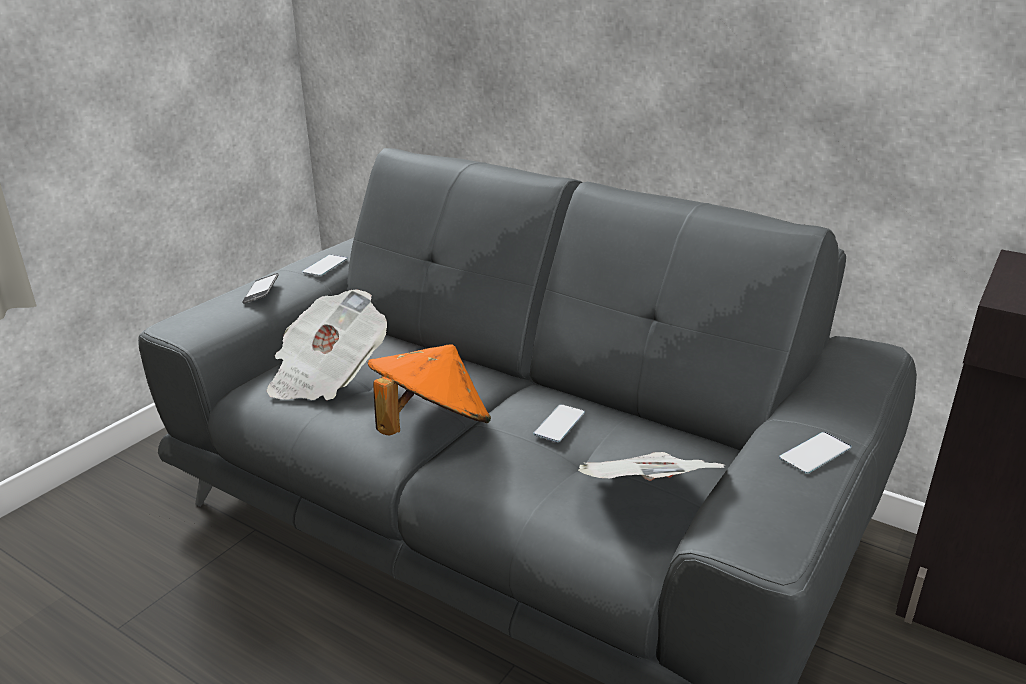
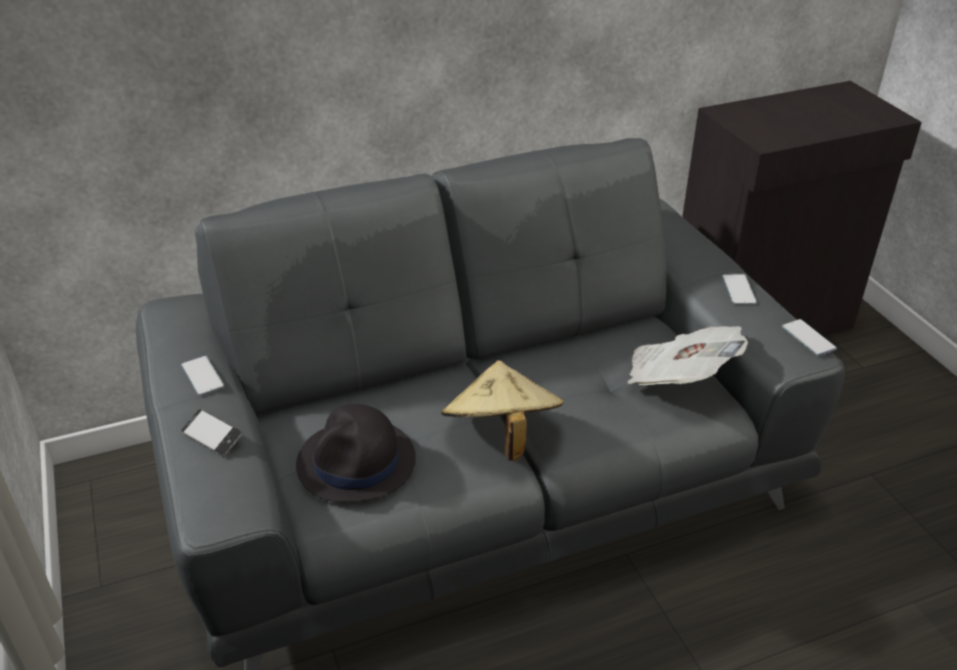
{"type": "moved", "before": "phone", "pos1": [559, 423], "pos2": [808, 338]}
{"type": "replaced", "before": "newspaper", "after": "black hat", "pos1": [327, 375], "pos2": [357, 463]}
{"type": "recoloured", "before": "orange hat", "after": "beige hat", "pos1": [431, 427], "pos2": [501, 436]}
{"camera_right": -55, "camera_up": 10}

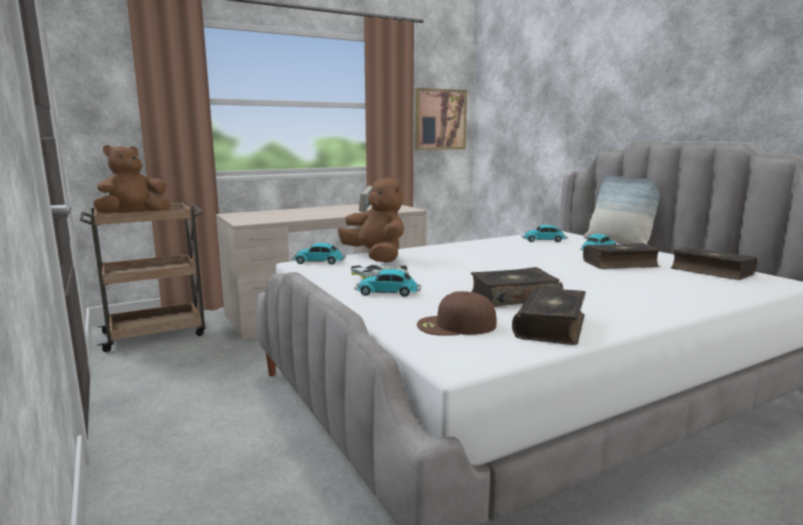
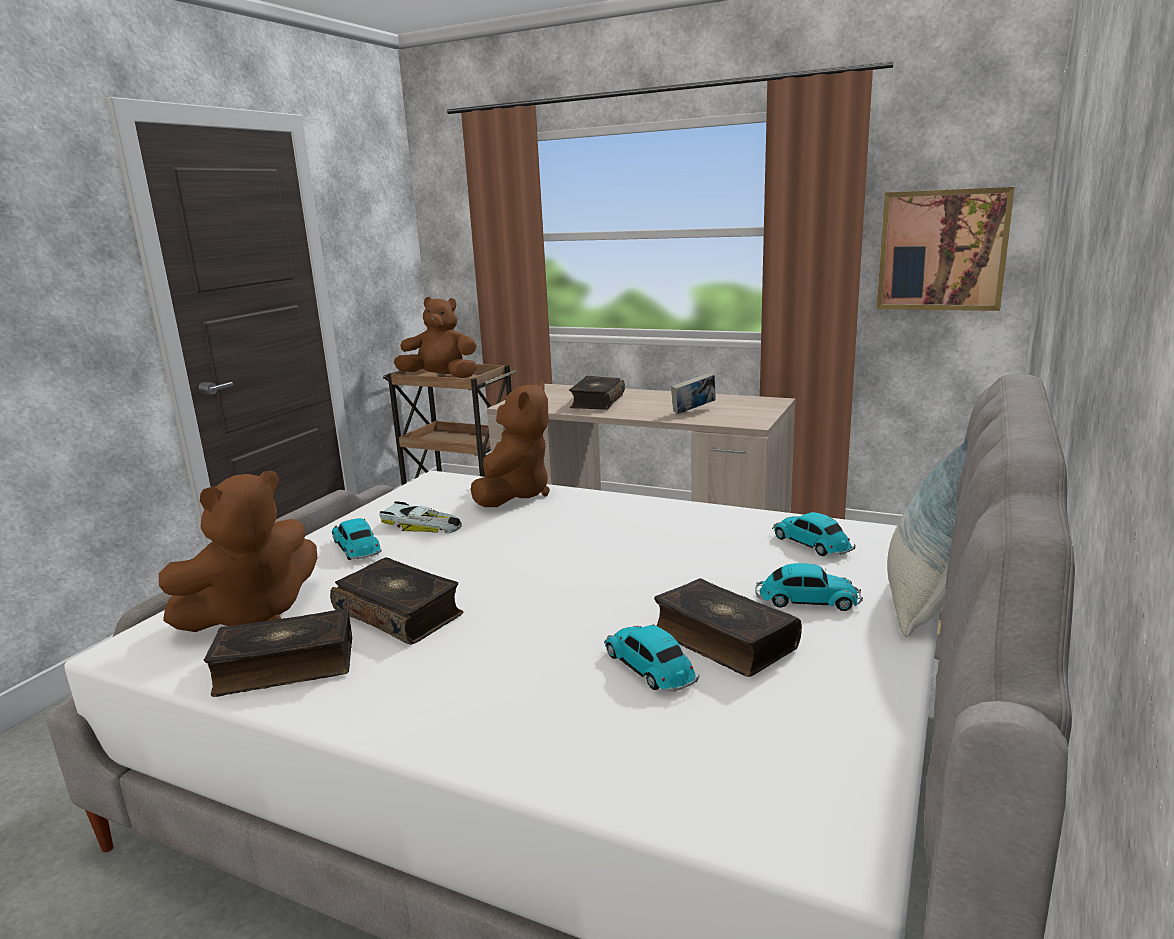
{"type": "moved", "before": "toy car", "pos1": [320, 262], "pos2": [650, 668]}
{"type": "moved", "before": "book", "pos1": [710, 272], "pos2": [596, 402]}
{"type": "replaced", "before": "brown cap", "after": "brown plush toy", "pos1": [455, 325], "pos2": [253, 614]}
{"camera_right": 55, "camera_up": 5}

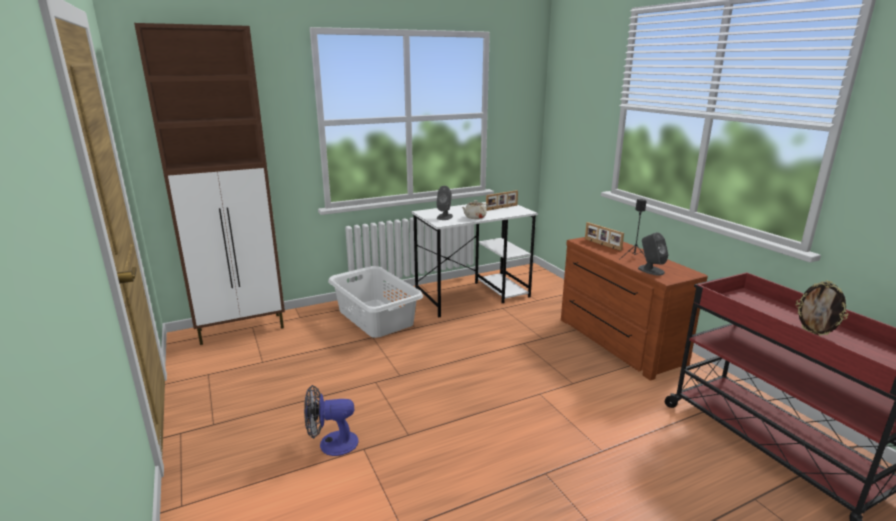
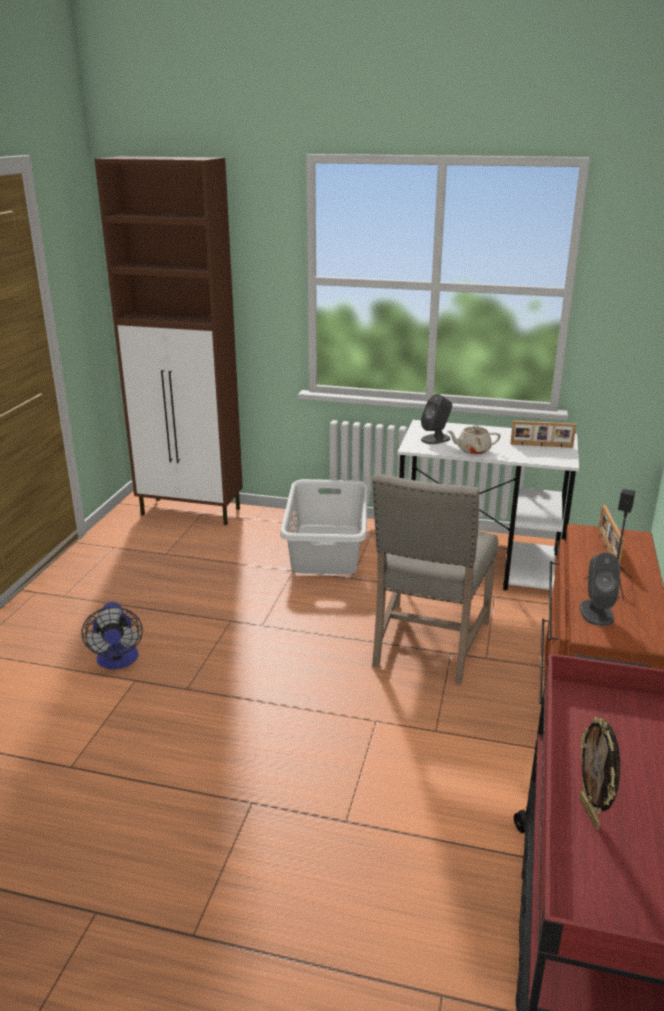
{"type": "added", "after": "beige chair", "pos2": [428, 644]}
{"type": "turned", "before": "fan", "pos1": [331, 444], "pos2": [118, 661], "turn": -135}
{"camera_right": 40, "camera_up": 5}

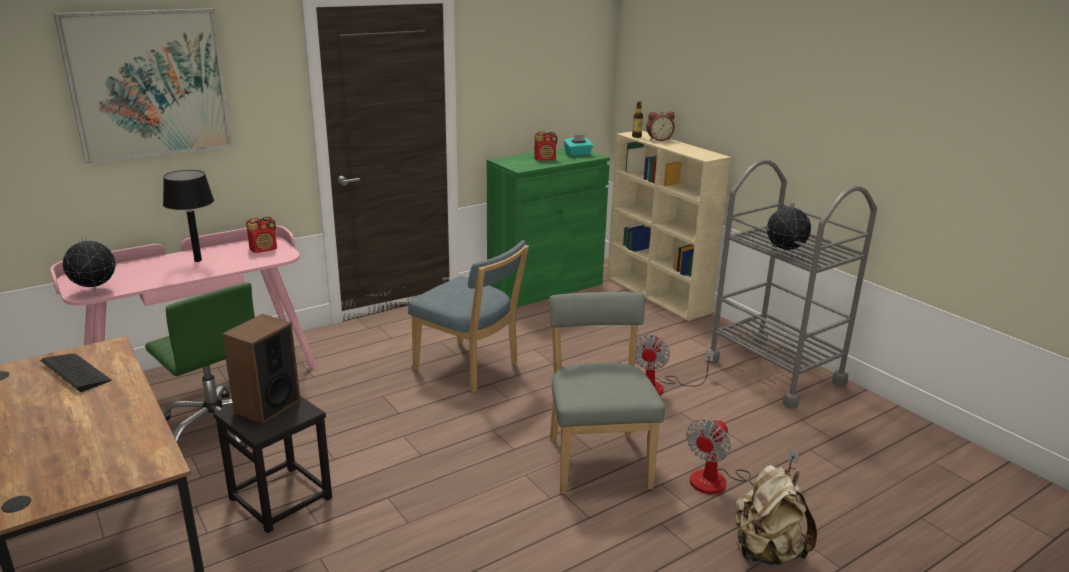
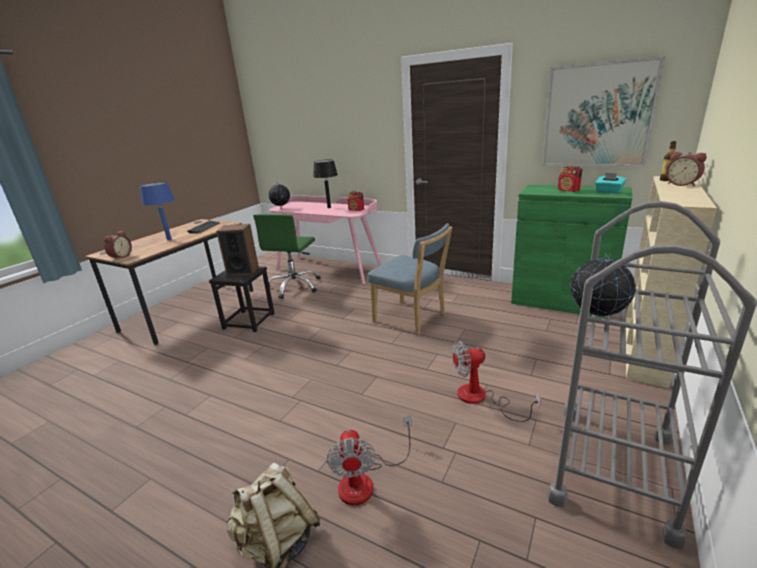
{"type": "removed", "before": "grey chair", "pos1": [597, 459]}
{"type": "added", "after": "alarm clock", "pos2": [120, 257]}
{"type": "added", "after": "blue table lamp", "pos2": [169, 239]}
{"type": "moved", "before": "picture", "pos1": [149, 84], "pos2": [597, 116]}
{"type": "turned", "before": "blue chair", "pos1": [470, 368], "pos2": [412, 318], "turn": -60}
{"type": "turned", "before": "fan", "pos1": [722, 482], "pos2": [366, 480], "turn": -105}
{"camera_right": 65, "camera_up": 0}

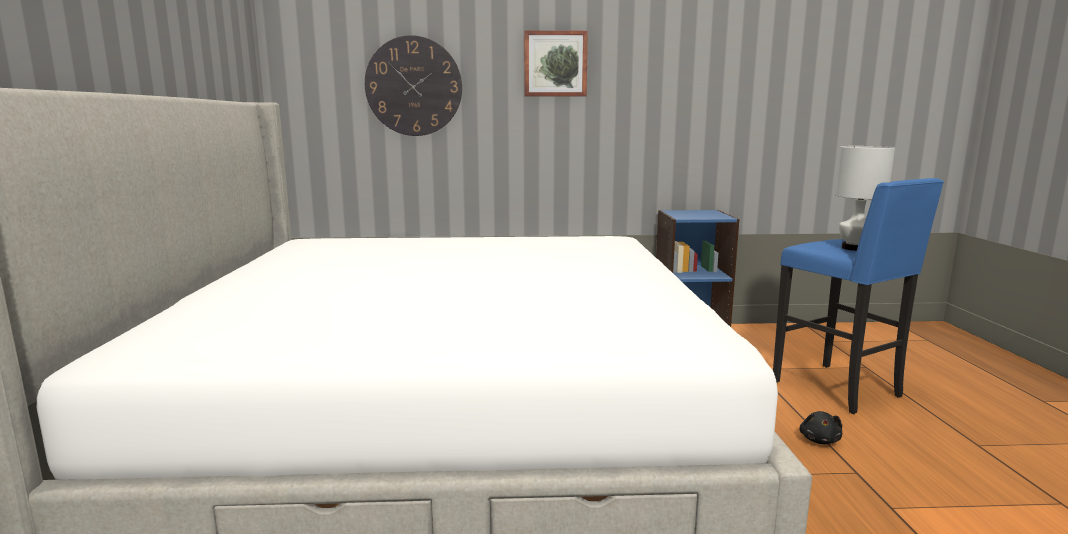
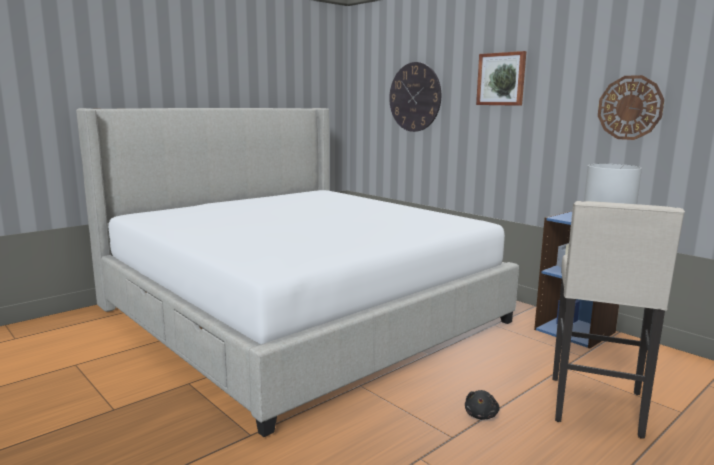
{"type": "added", "after": "wall clock", "pos2": [630, 107]}
{"type": "recoloured", "before": "blue stool", "after": "beige stool", "pos1": [839, 389], "pos2": [597, 408]}
{"type": "turned", "before": "black plush toy", "pos1": [819, 440], "pos2": [481, 415], "turn": -45}
{"camera_right": 50, "camera_up": 0}

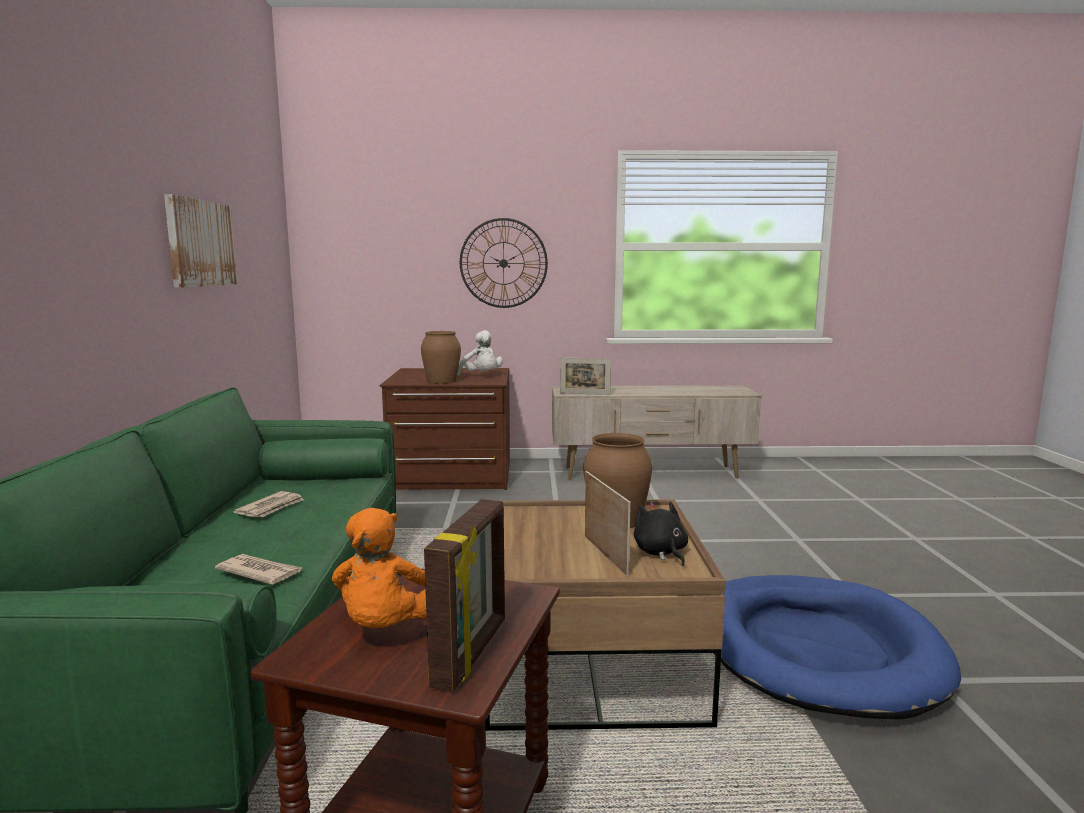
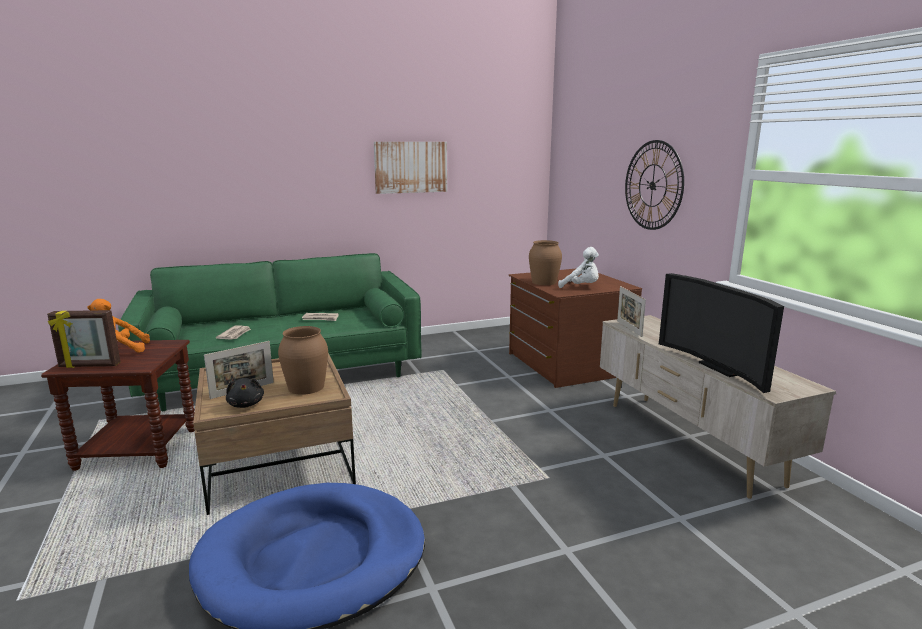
{"type": "added", "after": "television", "pos2": [722, 367]}
{"type": "turned", "before": "white plush toy", "pos1": [481, 376], "pos2": [581, 287], "turn": -90}
{"type": "turned", "before": "black plush toy", "pos1": [661, 553], "pos2": [246, 404], "turn": 105}
{"camera_right": 70, "camera_up": 5}

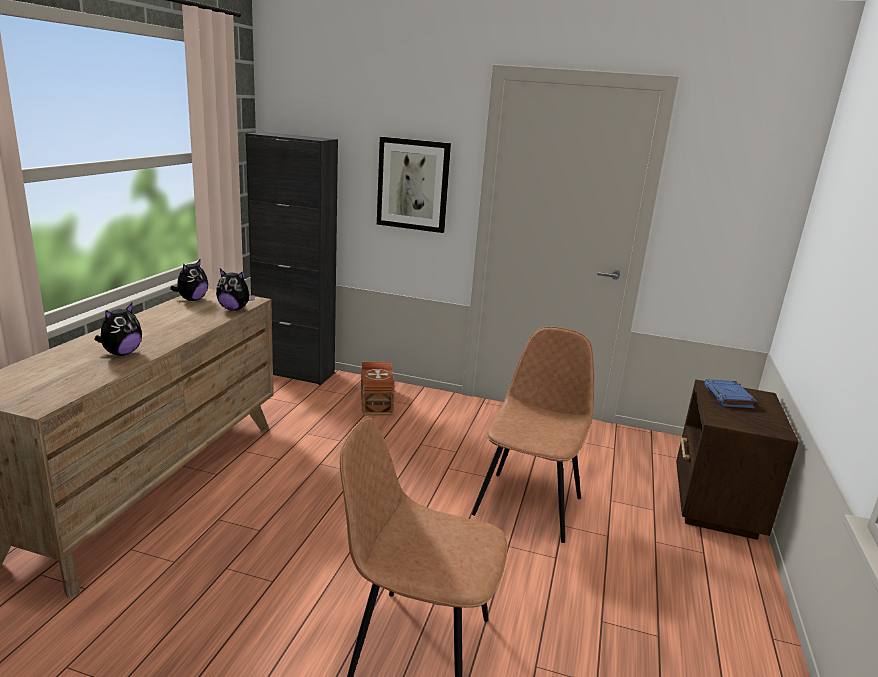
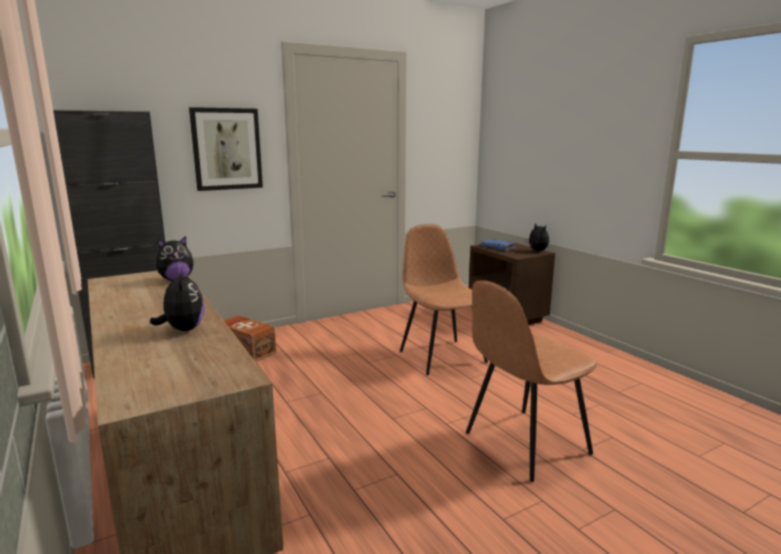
{"type": "moved", "before": "plush toy", "pos1": [192, 299], "pos2": [536, 251]}
{"camera_right": -45, "camera_up": -5}

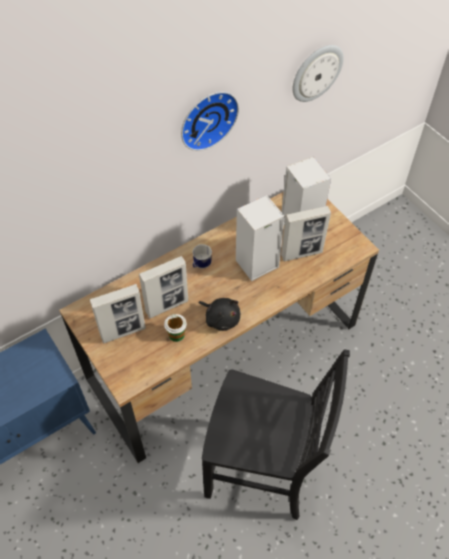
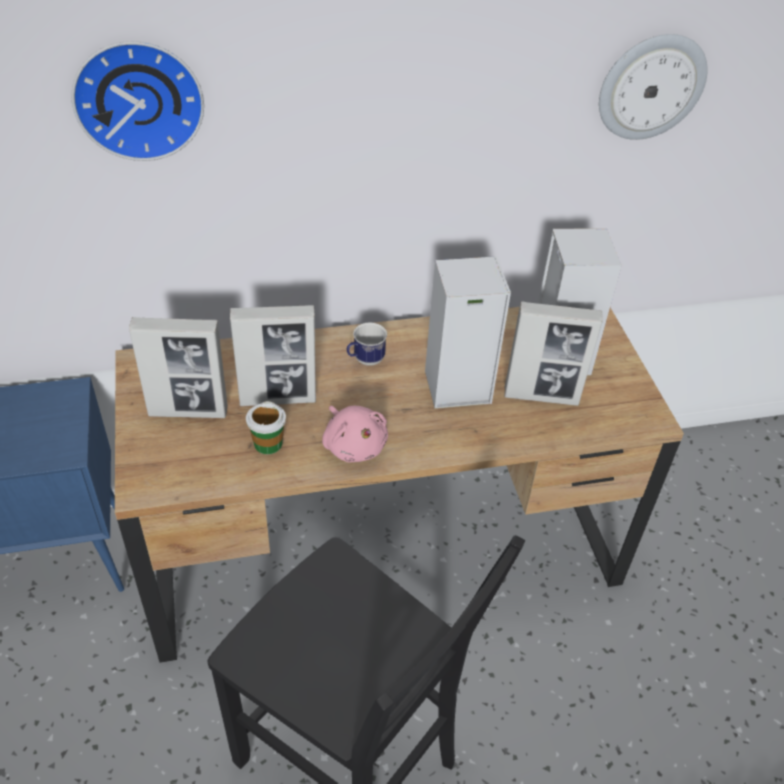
{"type": "moved", "before": "wall clock", "pos1": [207, 118], "pos2": [139, 98]}
{"type": "recoloured", "before": "black plush toy", "after": "pink plush toy", "pos1": [221, 318], "pos2": [354, 445]}
{"camera_right": 20, "camera_up": -10}

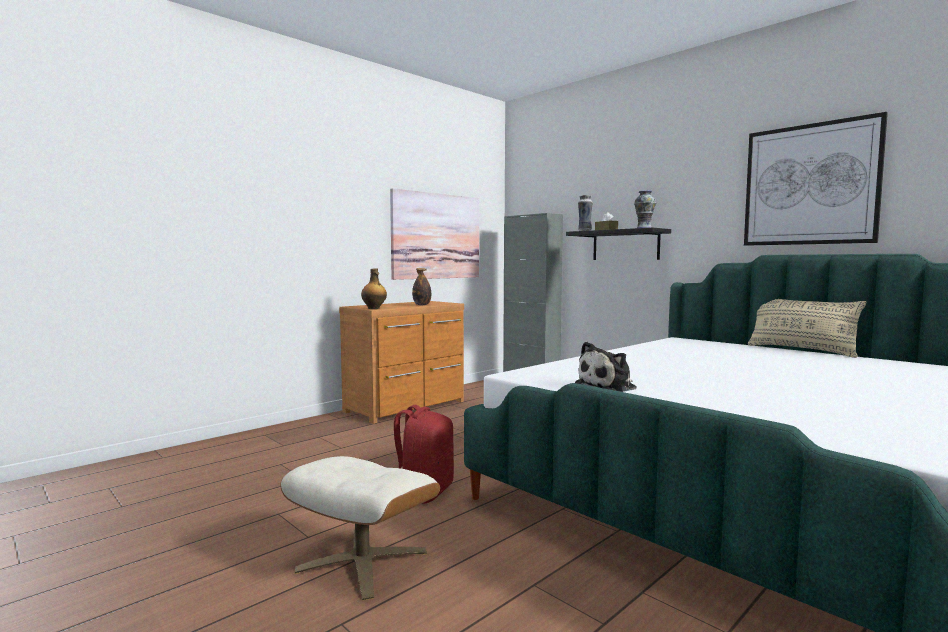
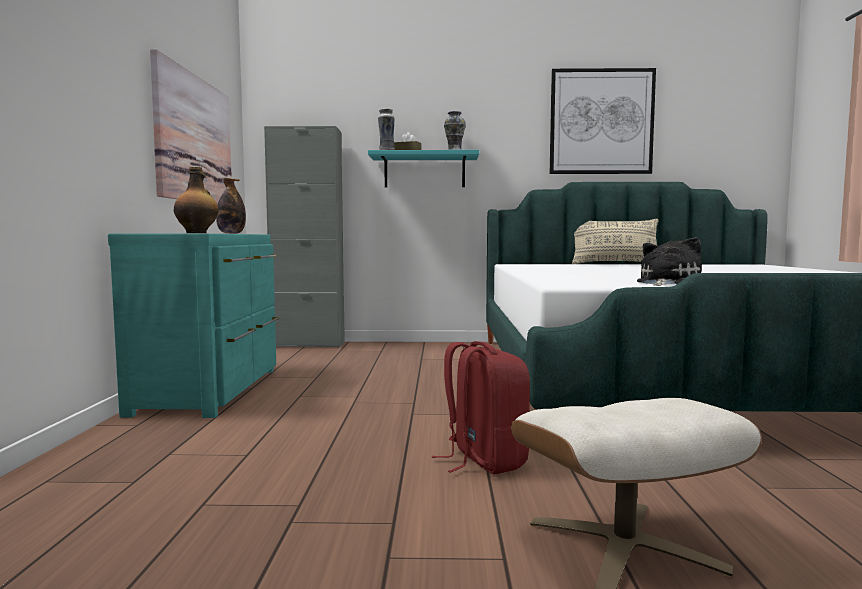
{"type": "recoloured", "before": "brown dresser", "after": "turquoise dresser", "pos1": [407, 407], "pos2": [213, 390]}
{"type": "recoloured", "before": "black shelf", "after": "turquoise shelf", "pos1": [625, 245], "pos2": [424, 171]}
{"type": "turned", "before": "plush toy", "pos1": [608, 386], "pos2": [666, 283], "turn": -150}
{"camera_right": -45, "camera_up": 0}

